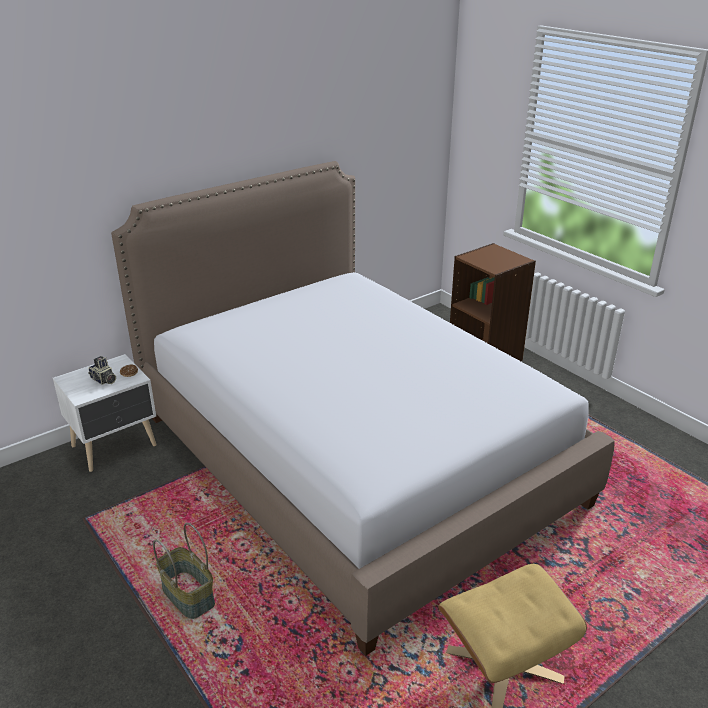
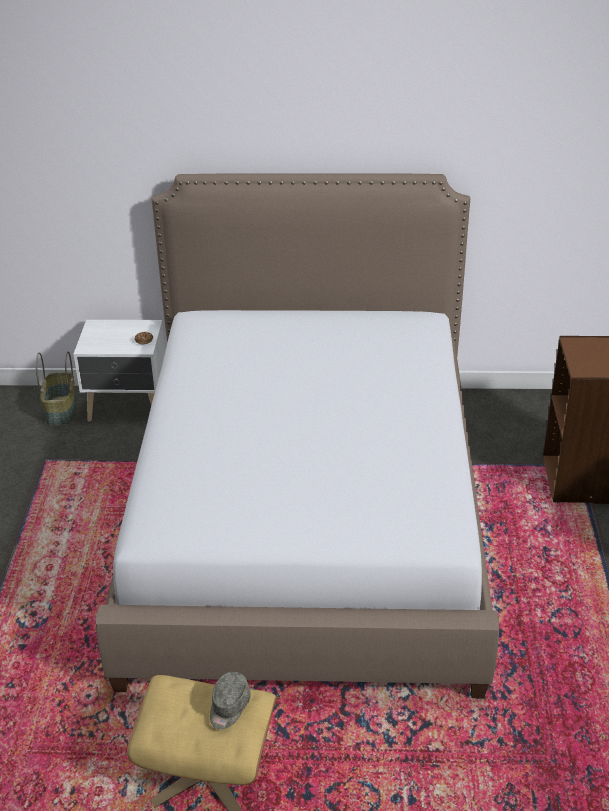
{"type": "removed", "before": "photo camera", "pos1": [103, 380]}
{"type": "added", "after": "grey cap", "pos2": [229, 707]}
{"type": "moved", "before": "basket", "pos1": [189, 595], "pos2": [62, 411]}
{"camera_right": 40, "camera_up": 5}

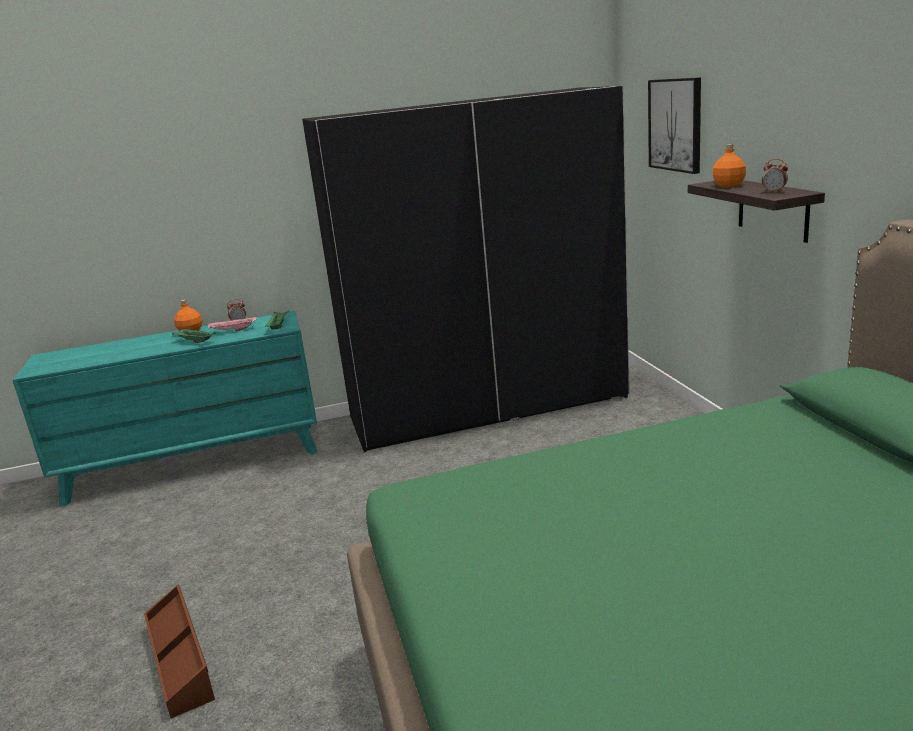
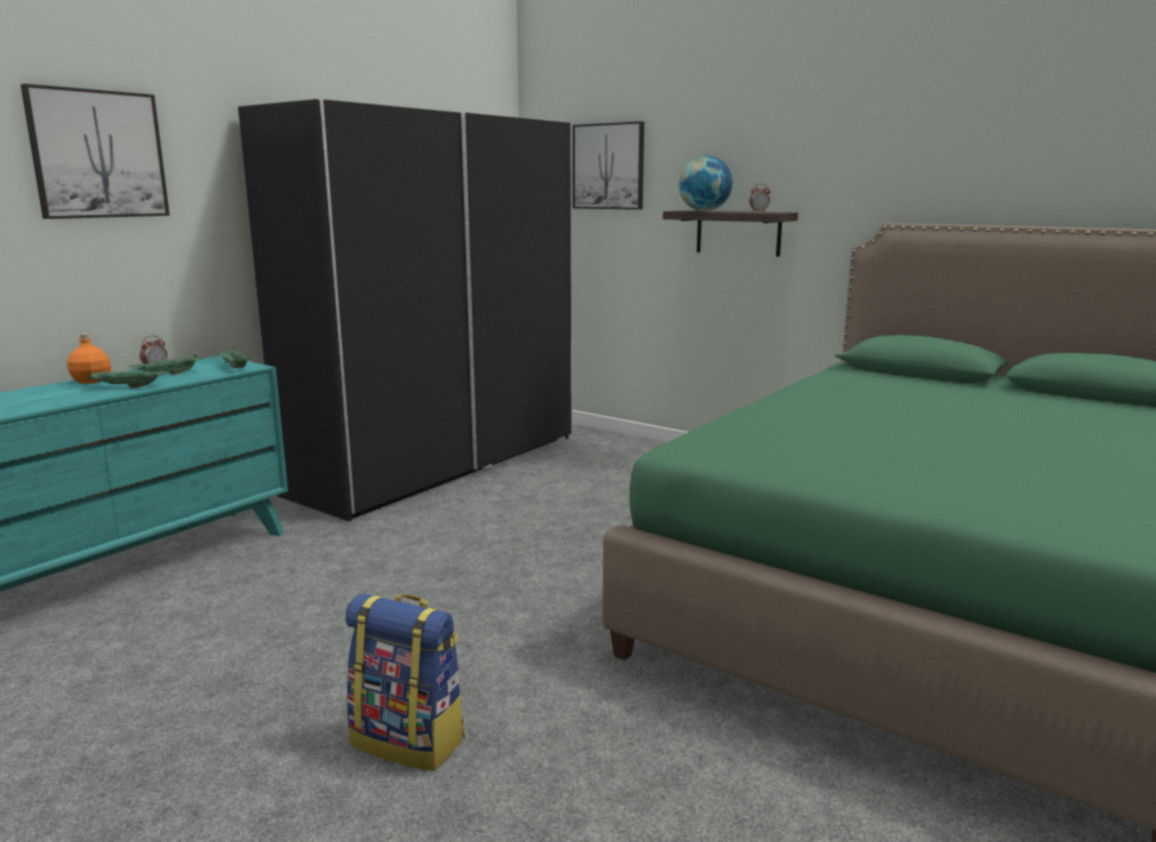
{"type": "added", "after": "picture", "pos2": [98, 154]}
{"type": "replaced", "before": "brown storage box", "after": "backpack", "pos1": [181, 660], "pos2": [410, 741]}
{"type": "replaced", "before": "orange bottle", "after": "globe", "pos1": [728, 185], "pos2": [704, 211]}
{"type": "recoloured", "before": "pink tray", "after": "green tray", "pos1": [233, 331], "pos2": [168, 375]}
{"camera_right": -40, "camera_up": -5}

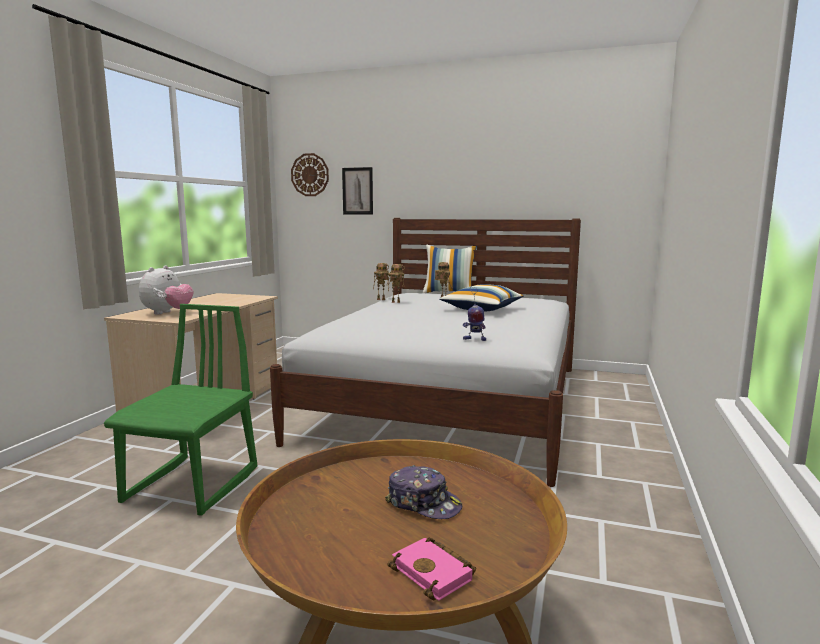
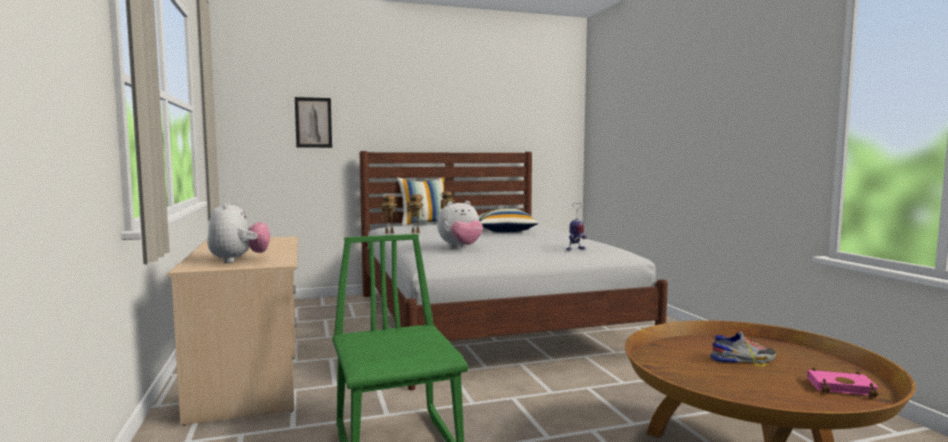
{"type": "removed", "before": "wall clock", "pos1": [310, 175]}
{"type": "added", "after": "plush toy", "pos2": [461, 248]}
{"type": "replaced", "before": "cap", "after": "shoe", "pos1": [423, 503], "pos2": [743, 359]}
{"camera_right": -35, "camera_up": -5}

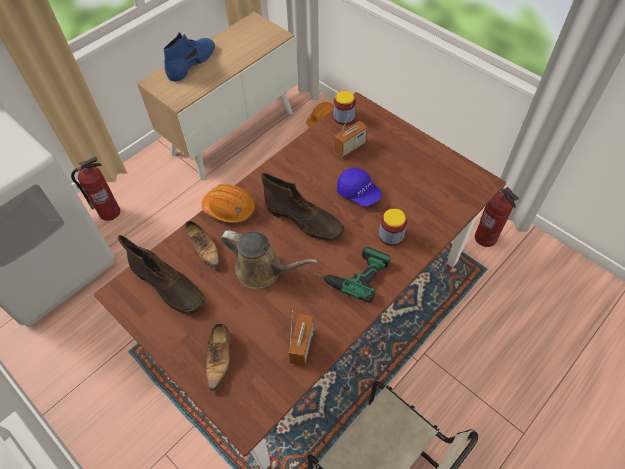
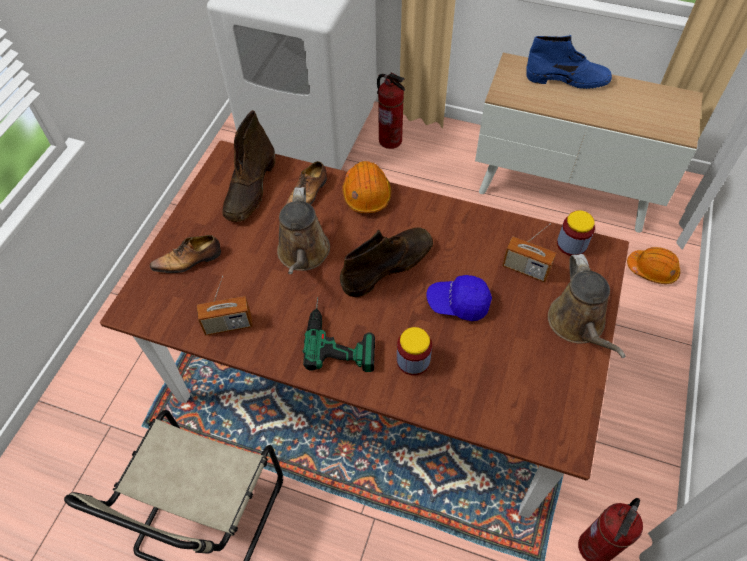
{"type": "added", "after": "brown watering can", "pos2": [578, 324]}
{"type": "turned", "before": "brown boot", "pos1": [304, 220], "pos2": [388, 265], "turn": -135}
{"type": "turned", "before": "blue cap", "pos1": [358, 193], "pos2": [458, 303], "turn": 75}
{"camera_right": 65, "camera_up": 0}

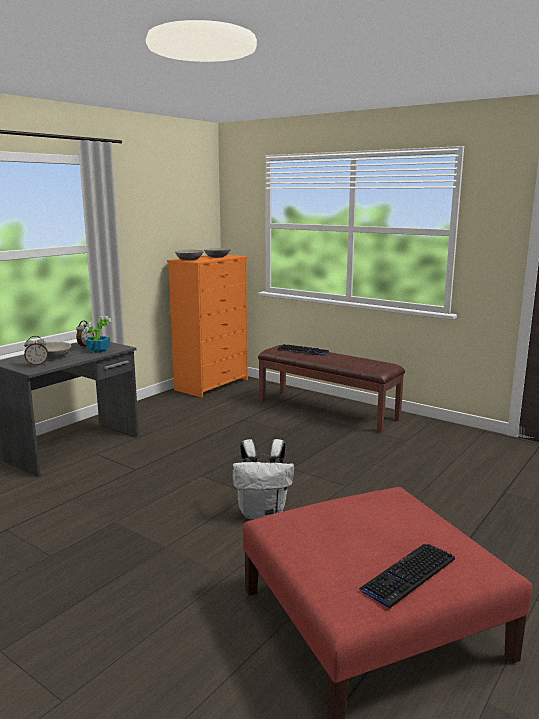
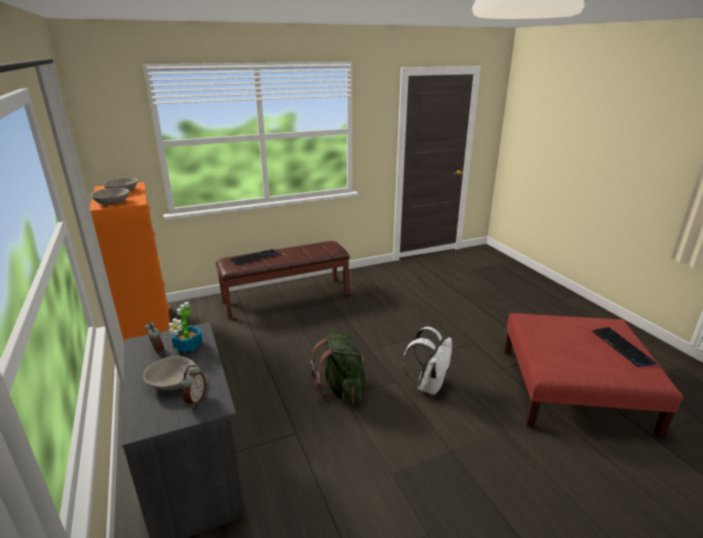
{"type": "added", "after": "green backpack", "pos2": [342, 389]}
{"camera_right": -60, "camera_up": 10}

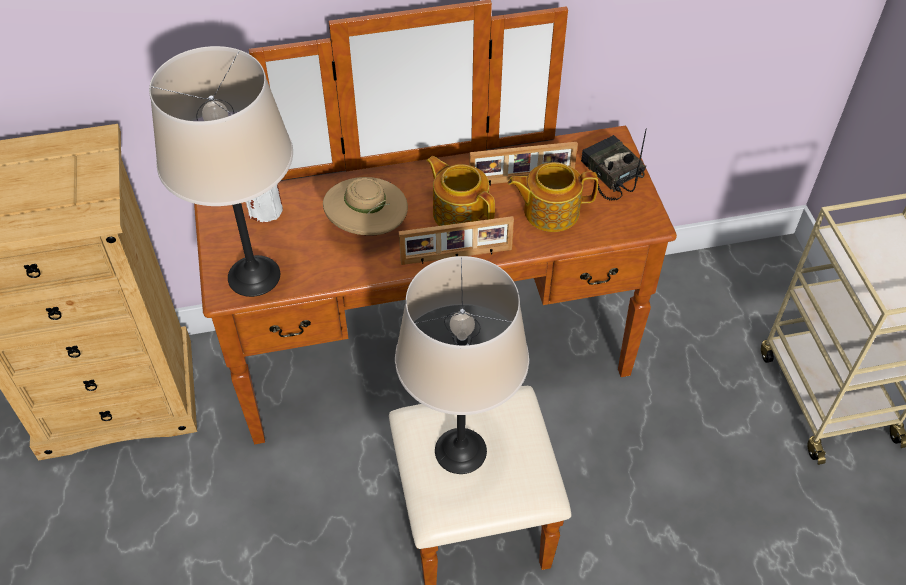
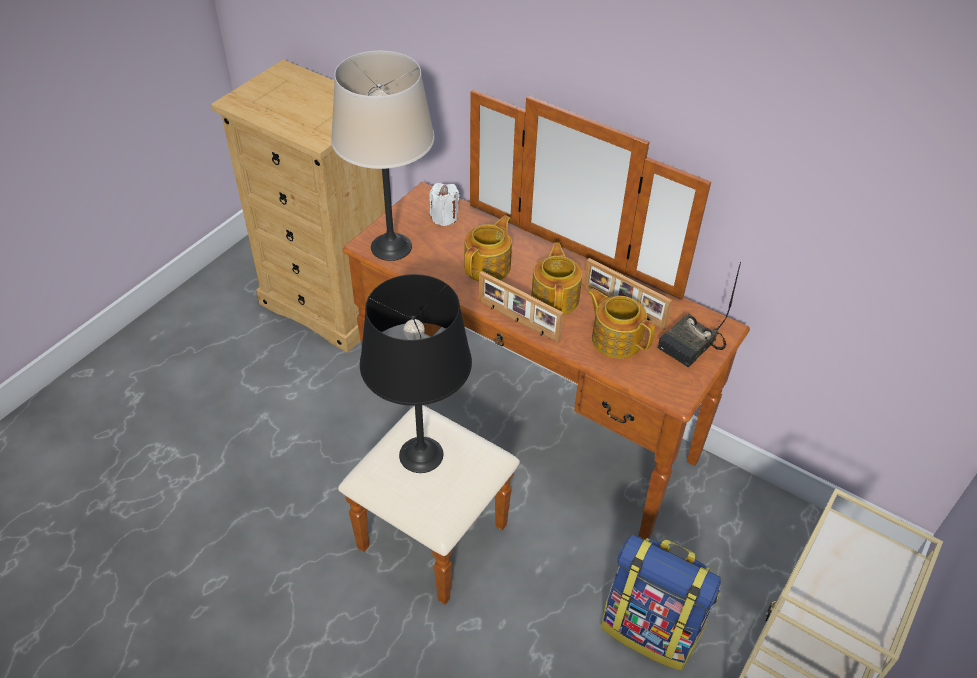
{"type": "added", "after": "backpack", "pos2": [651, 628]}
{"type": "replaced", "before": "beige hat", "after": "teapot", "pos1": [367, 227], "pos2": [488, 266]}
{"type": "recoloured", "before": "beige table lamp", "after": "black table lamp", "pos1": [460, 450], "pos2": [421, 454]}
{"type": "turned", "before": "radio", "pos1": [609, 173], "pos2": [692, 346], "turn": -150}
{"camera_right": 45, "camera_up": -5}

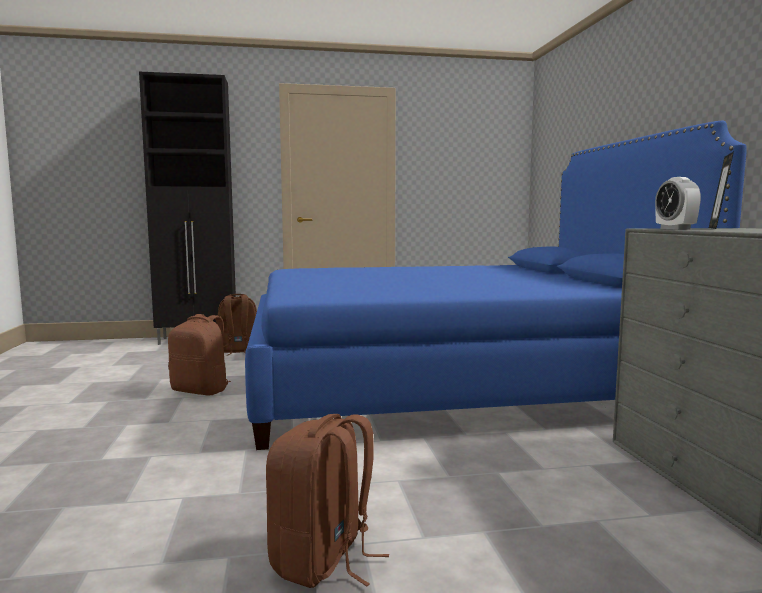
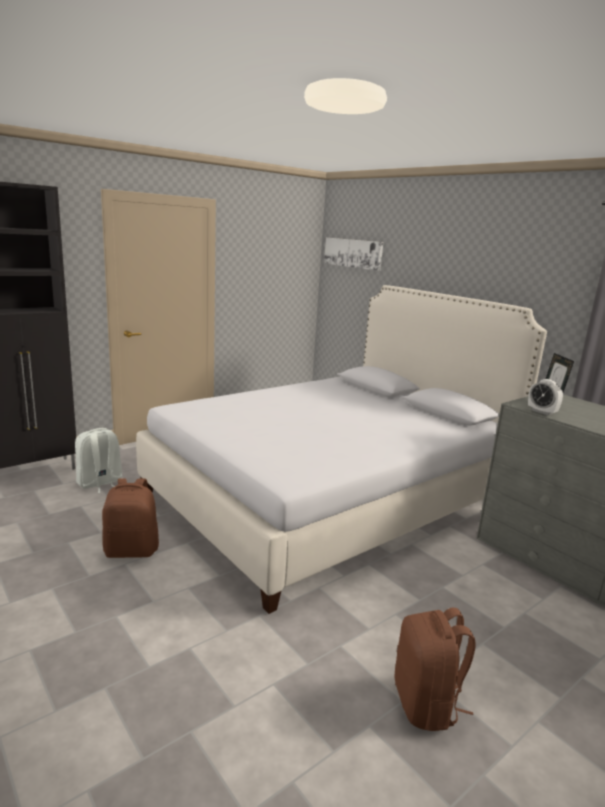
{"type": "added", "after": "picture", "pos2": [353, 253]}
{"type": "recoloured", "before": "brown backpack", "after": "white backpack", "pos1": [238, 351], "pos2": [100, 483]}
{"type": "recoloured", "before": "blue bed", "after": "white bed", "pos1": [453, 383], "pos2": [330, 495]}
{"camera_right": -30, "camera_up": 10}

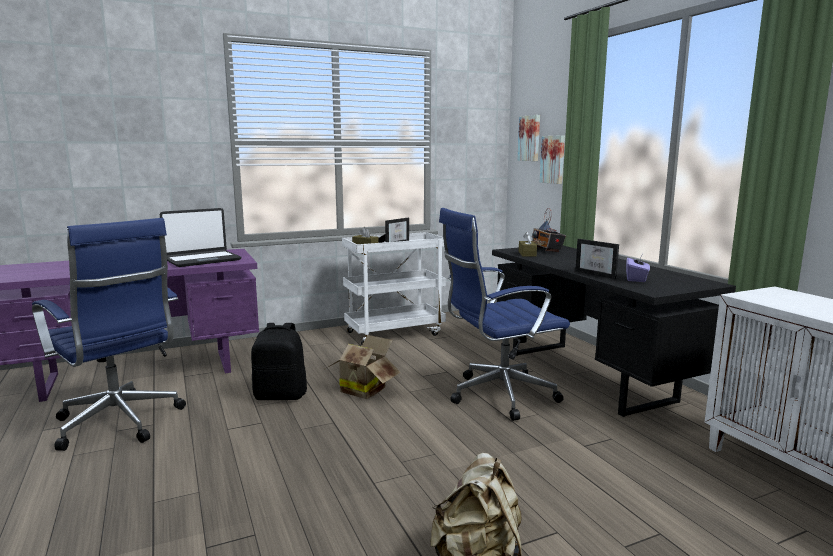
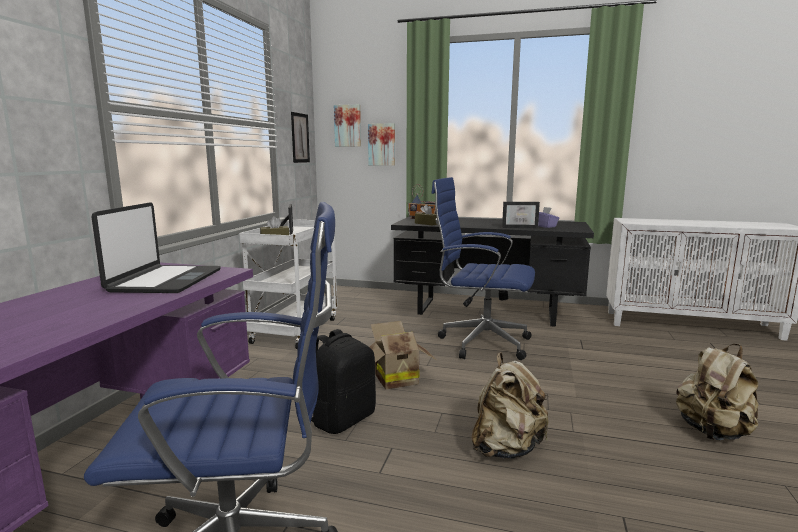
{"type": "added", "after": "picture", "pos2": [300, 138]}
{"type": "added", "after": "beige backpack", "pos2": [506, 448]}
{"type": "turned", "before": "blue office chair", "pos1": [497, 396], "pos2": [480, 342], "turn": 90}
{"camera_right": -50, "camera_up": 0}

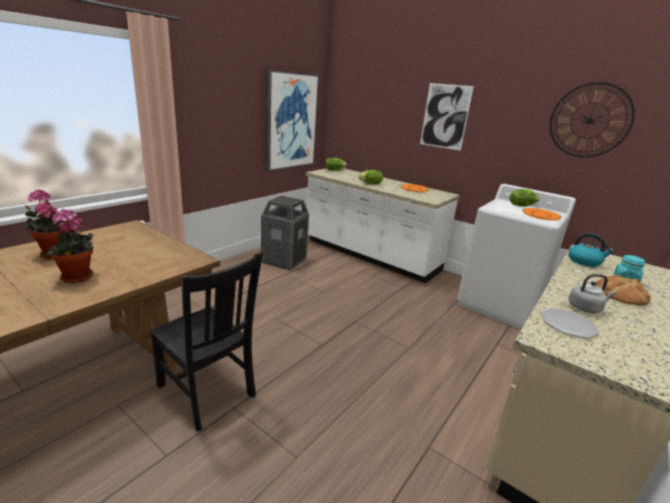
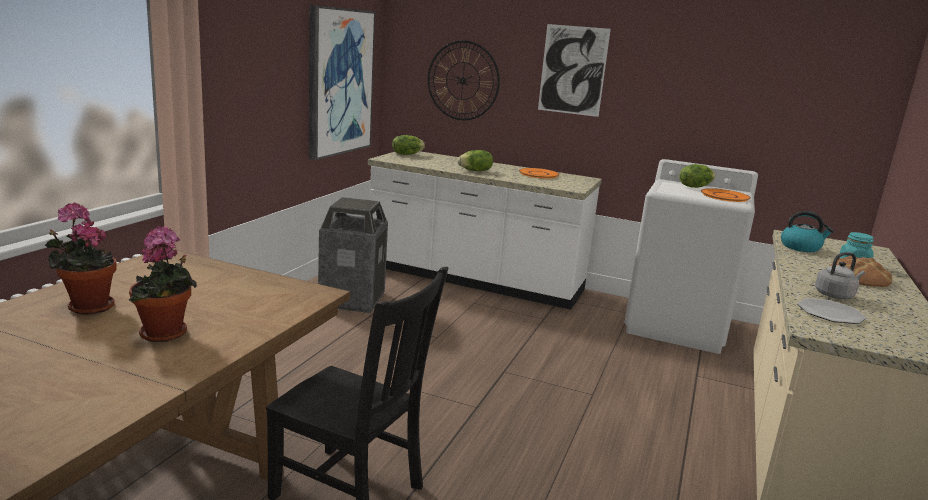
{"type": "moved", "before": "wall clock", "pos1": [589, 120], "pos2": [463, 81]}
{"camera_right": -15, "camera_up": -5}

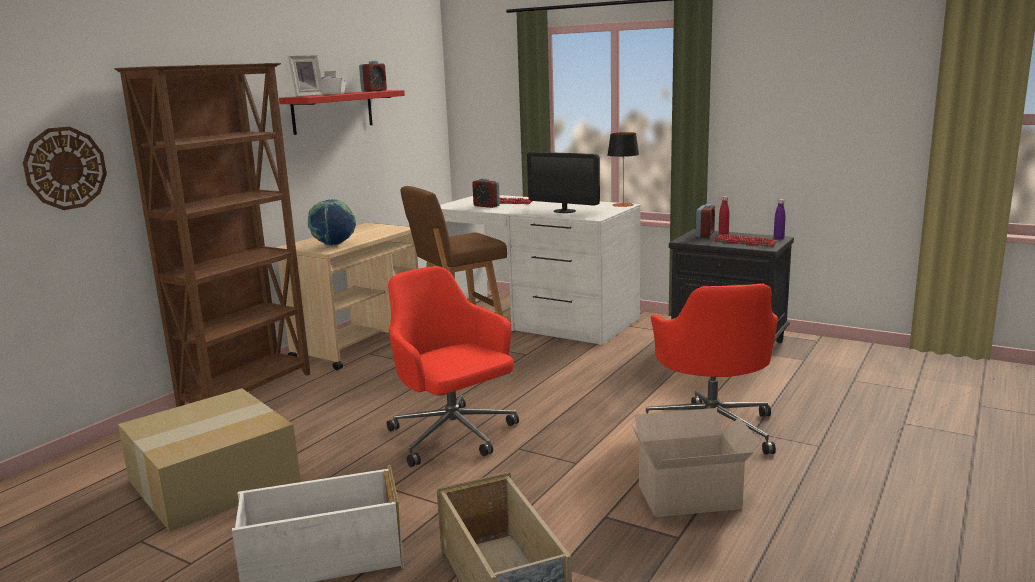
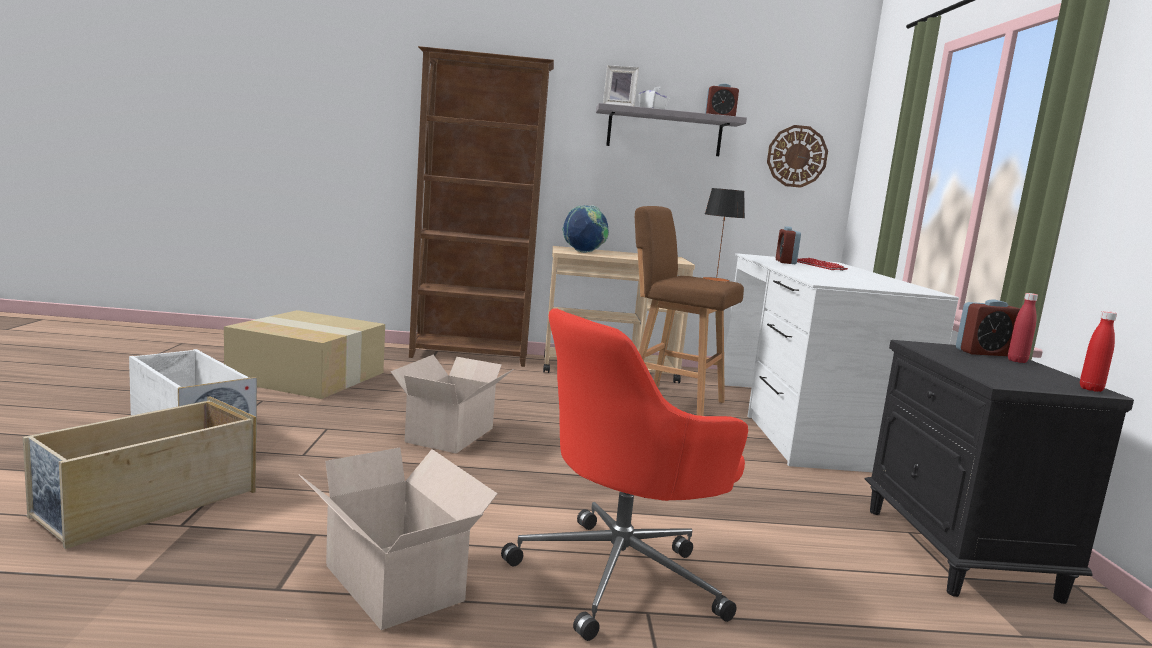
{"type": "removed", "before": "monitor", "pos1": [564, 211]}
{"type": "removed", "before": "keyboard", "pos1": [745, 242]}
{"type": "moved", "before": "wall clock", "pos1": [65, 168], "pos2": [797, 156]}
{"type": "moved", "before": "table lamp", "pos1": [623, 205], "pos2": [716, 279]}
{"type": "replaced", "before": "red office chair", "after": "cardboard box", "pos1": [453, 436], "pos2": [452, 434]}
{"type": "recoloured", "before": "red shelf", "after": "grey shelf", "pos1": [333, 111], "pos2": [664, 132]}
{"type": "recoloured", "before": "purple bottle", "after": "red bottle", "pos1": [778, 238], "pos2": [1091, 389]}
{"camera_right": 55, "camera_up": -5}

